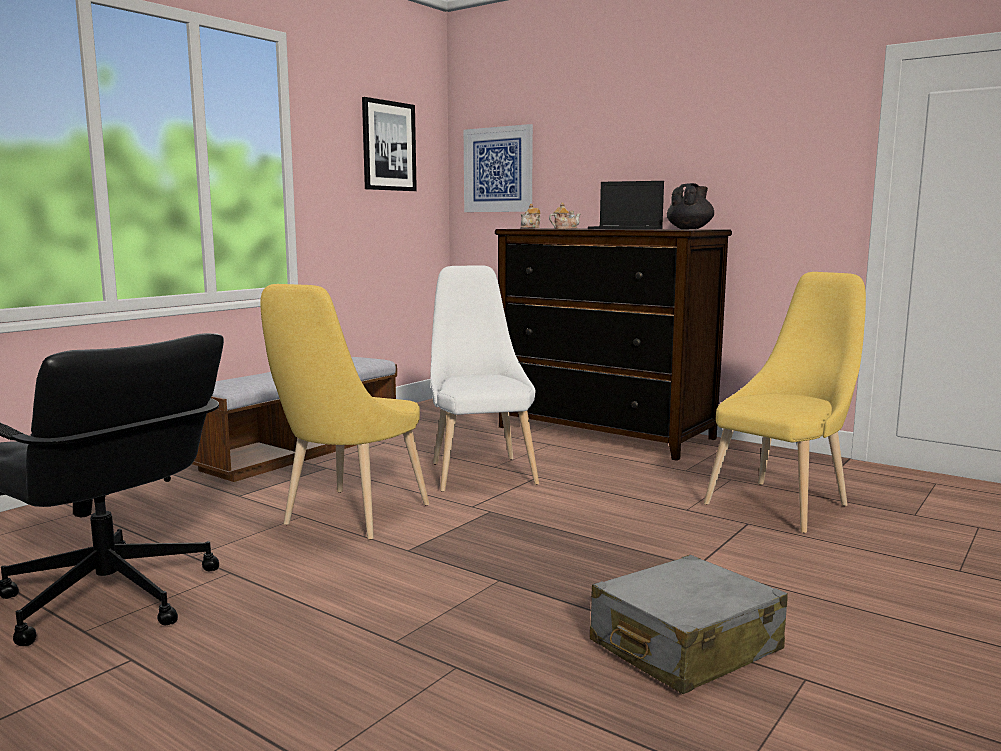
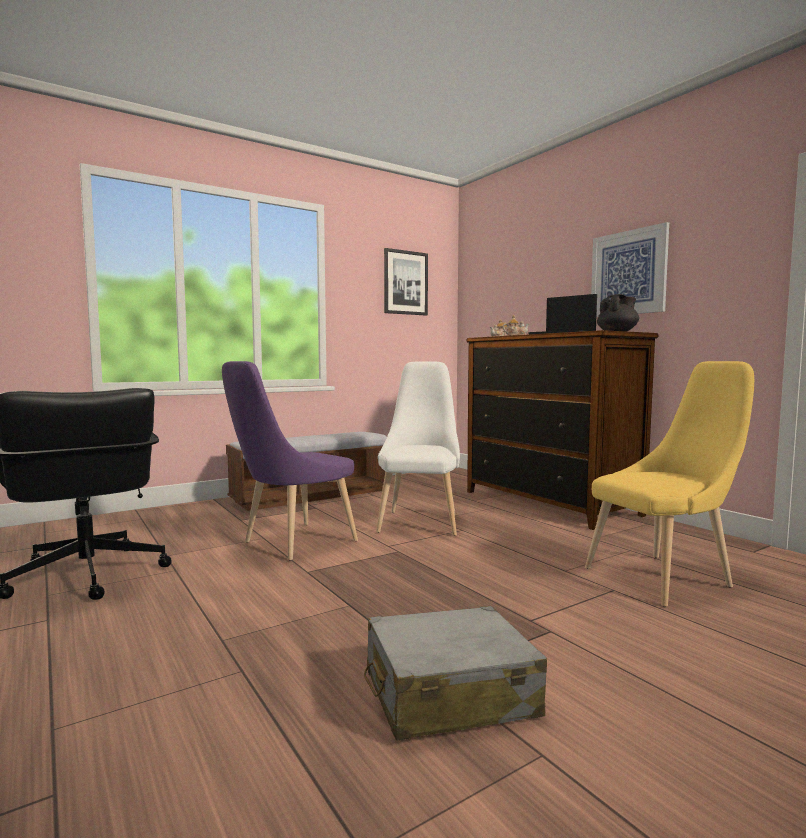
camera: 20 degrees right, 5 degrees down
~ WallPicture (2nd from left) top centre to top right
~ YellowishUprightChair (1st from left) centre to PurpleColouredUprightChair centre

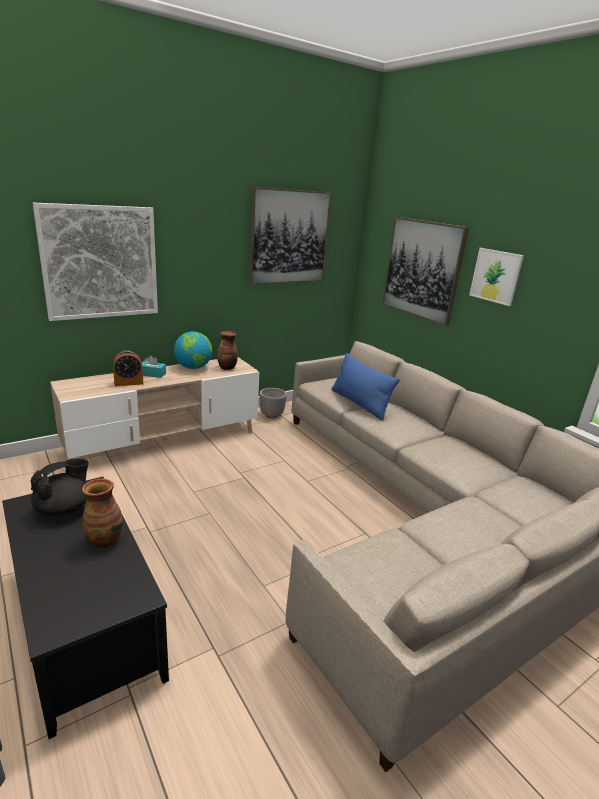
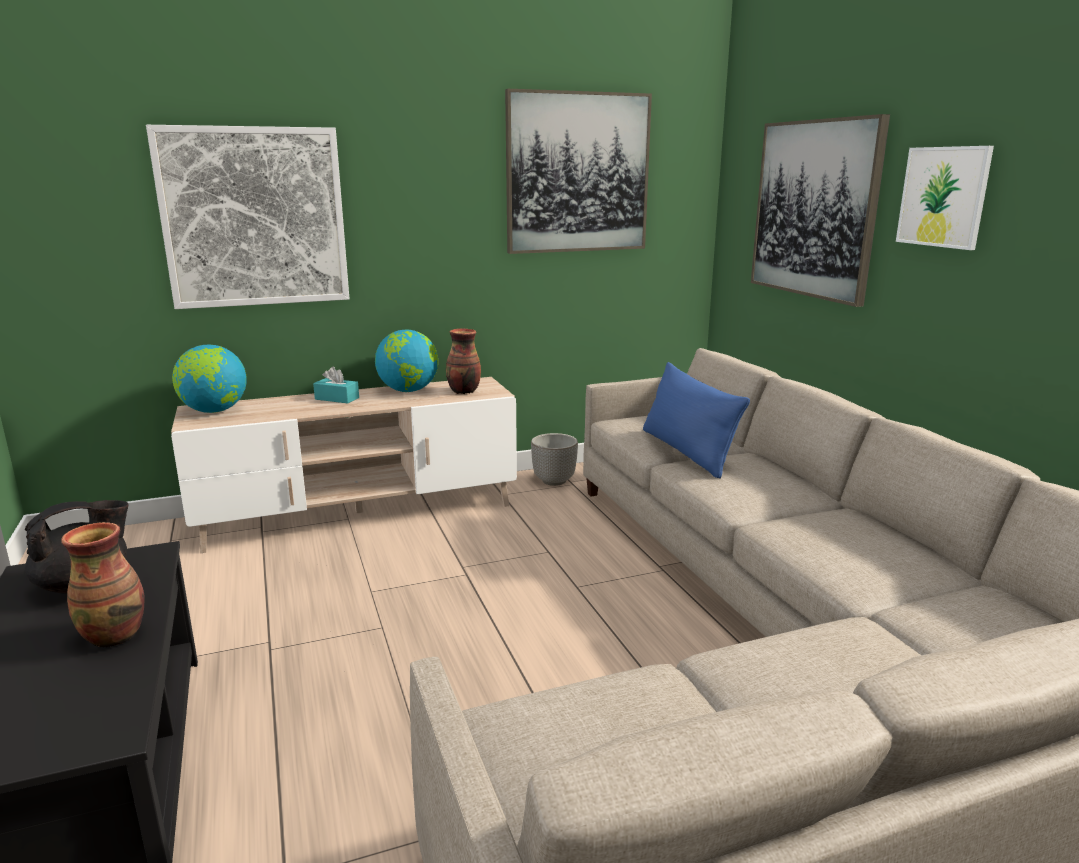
camera: 15 degrees right, 5 degrees down
- BedsideClock middle left
+ WorldGlobe (1st from left) middle left

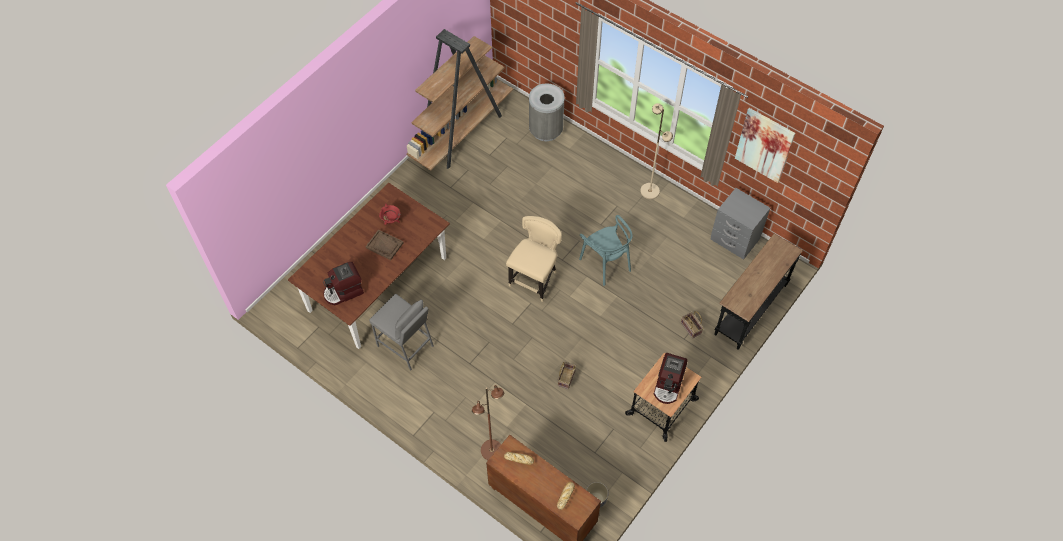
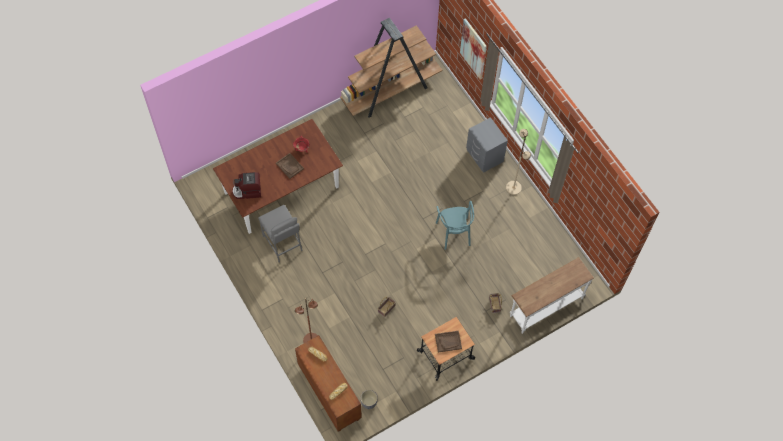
camera: 20 degrees right, 5 degrees up
- GrayTrashCan top centre
~ WallPicture top right to top centre
~ GrayNightstand middle right to top centre
- BeigeColouredUprightChair centre
~ BlackColouredConsoleTable middle right to WhiteColouredConsoleTable bottom right
~ CoffeeBrewer (2nd from left) bottom centre to BrownTray (2nd from left) bottom centre

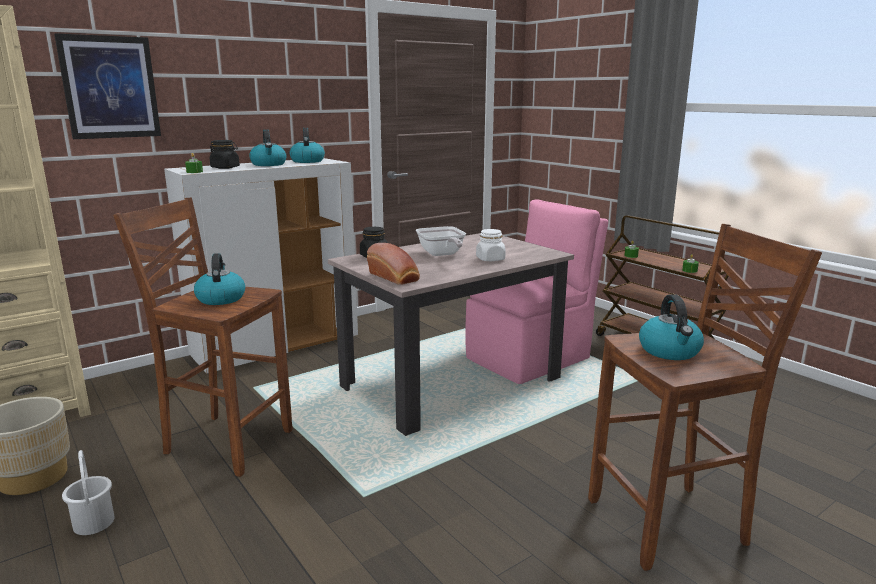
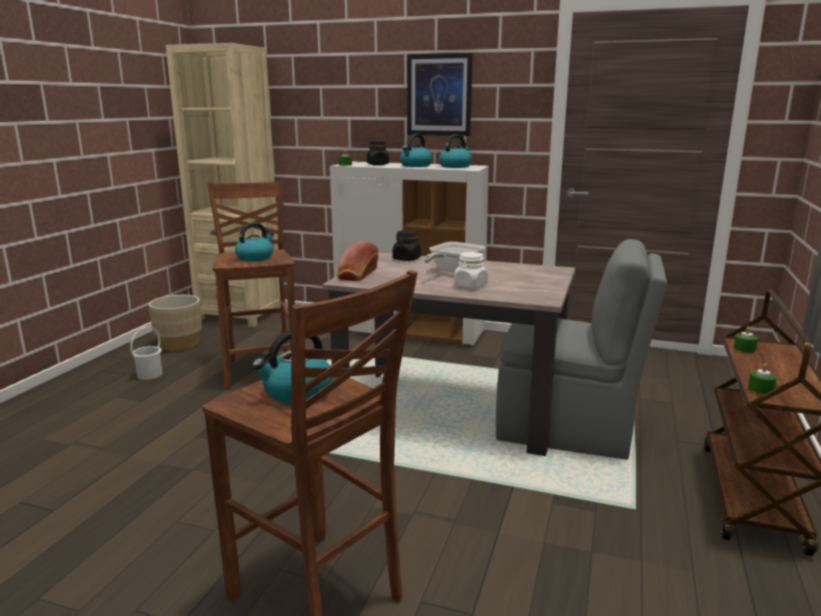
camera: 55 degrees right, 0 degrees up
~ WallPicture top left to top centre
~ PinkishUprightChair centre to GrayUprightChair middle right

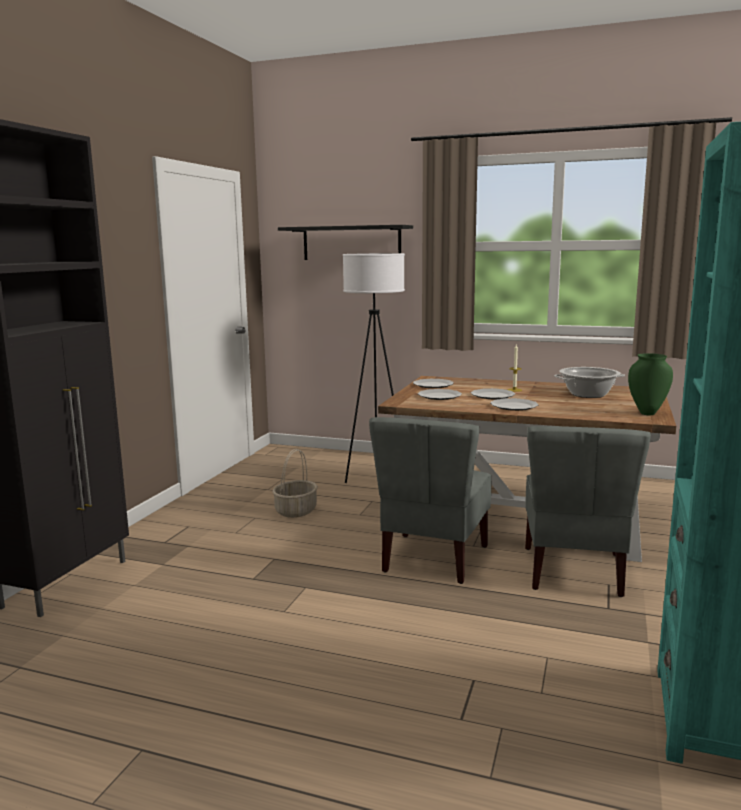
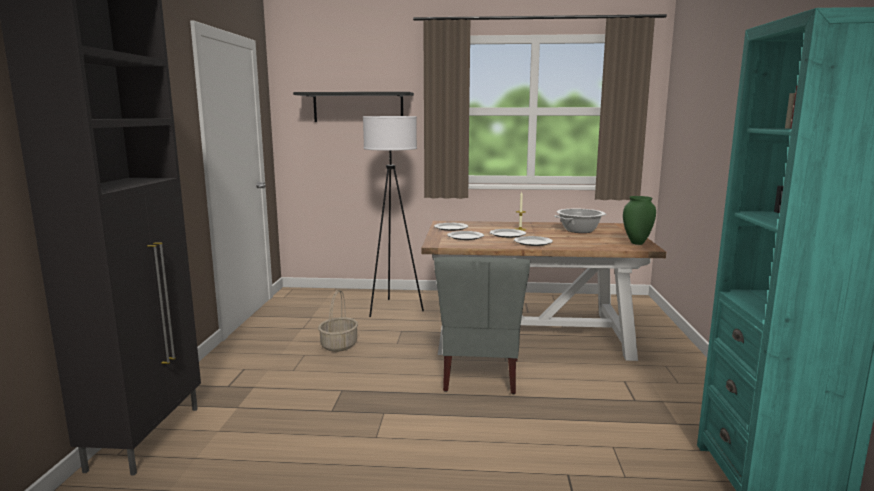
camera: 15 degrees left, 0 degrees up
- GrayUprightChair (2nd from left) middle right

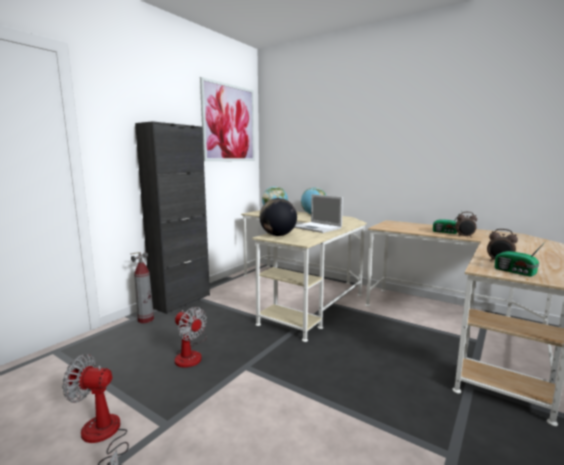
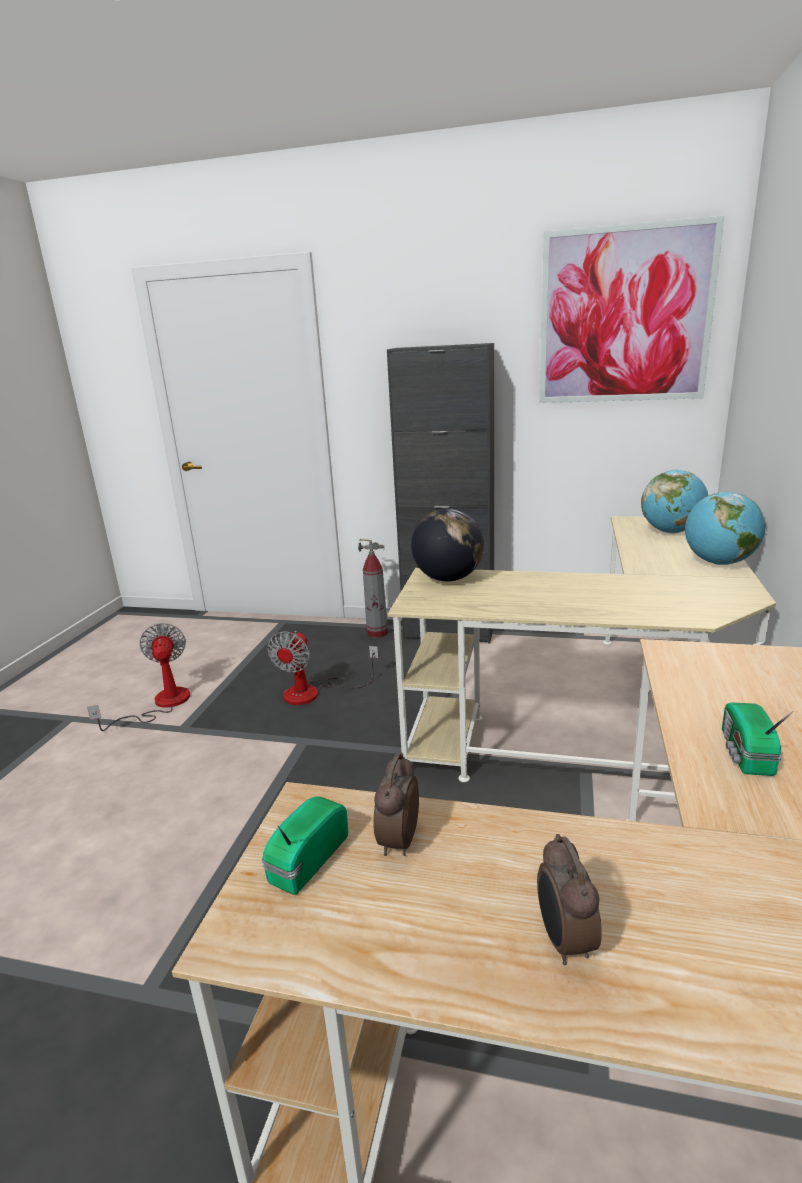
camera: 70 degrees right, 10 degrees up
- PortableComputer centre
~ BedsideClock (1st from left in the first image) middle right to BedsideClock (2nd from left) bottom right

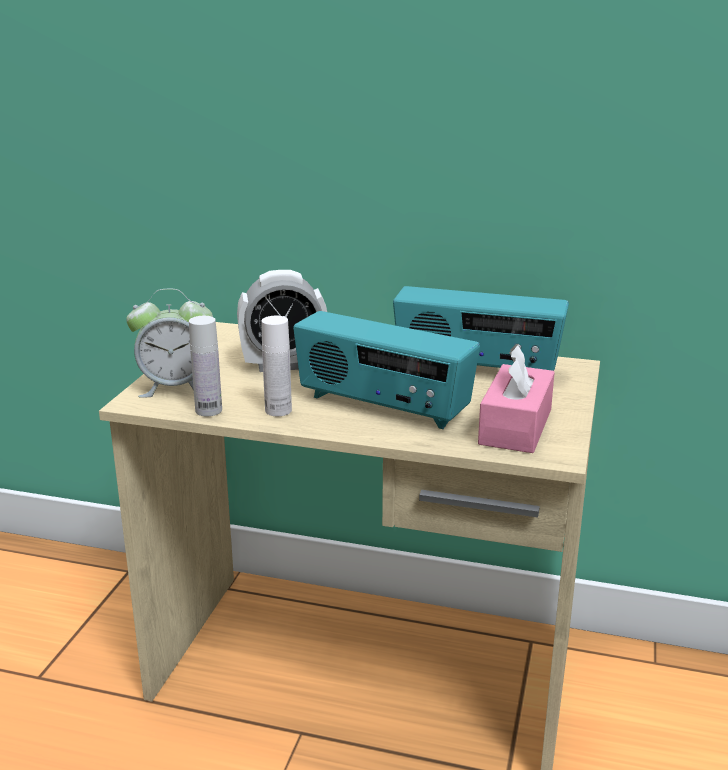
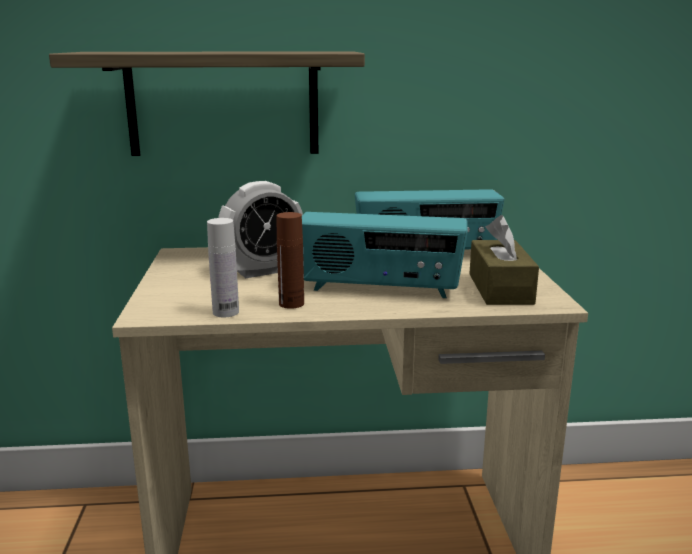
camera: 20 degrees left, 5 degrees down
- BedsideClock (1st from left) middle left
~ WhiteColouredBottle (2nd from left) centre to BrownBottle centre
~ PinkishBoxOfTissues middle right to BrownBoxOfTissues middle right
+ BracketShelf top left

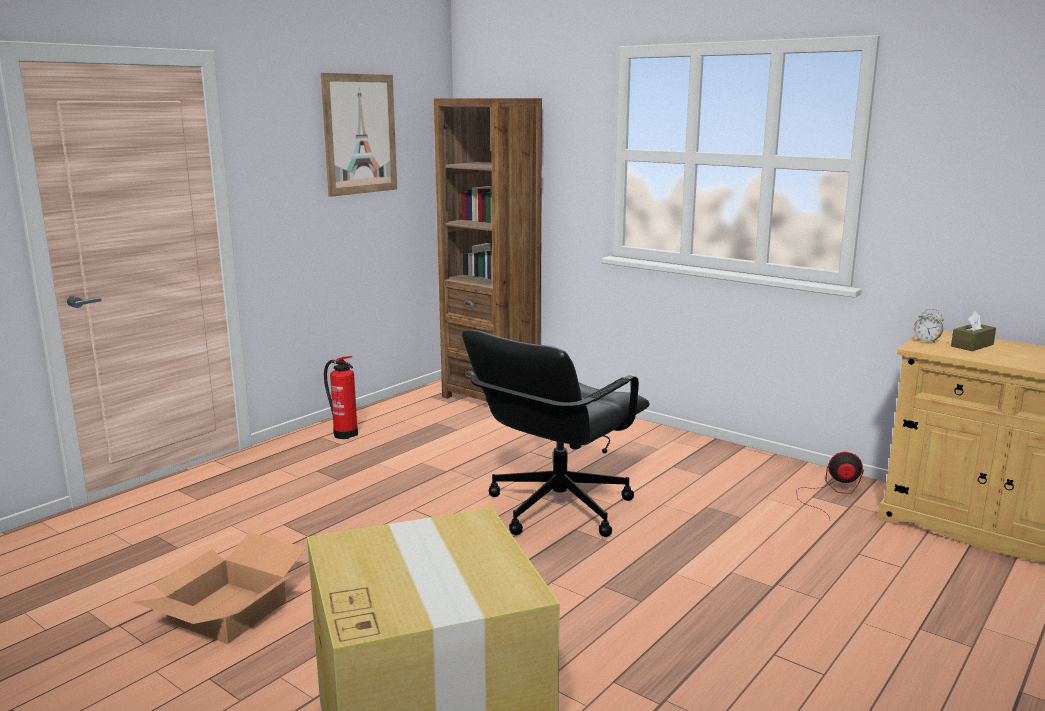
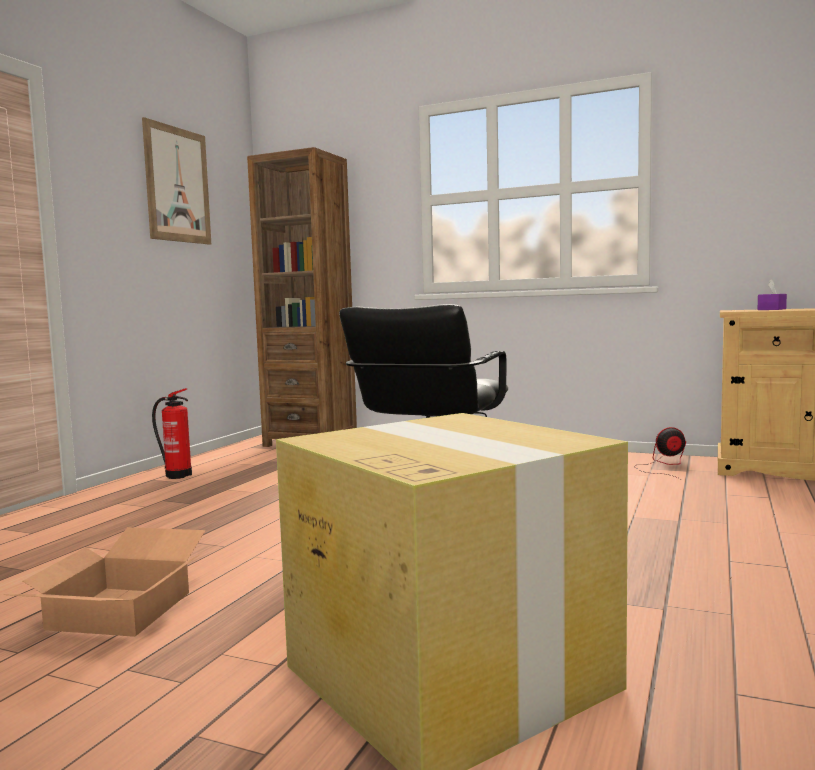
camera: 15 degrees left, 10 degrees down
- BedsideClock middle right
~ BrownBoxOfTissues middle right to PurpleColouredBoxOfTissues middle right

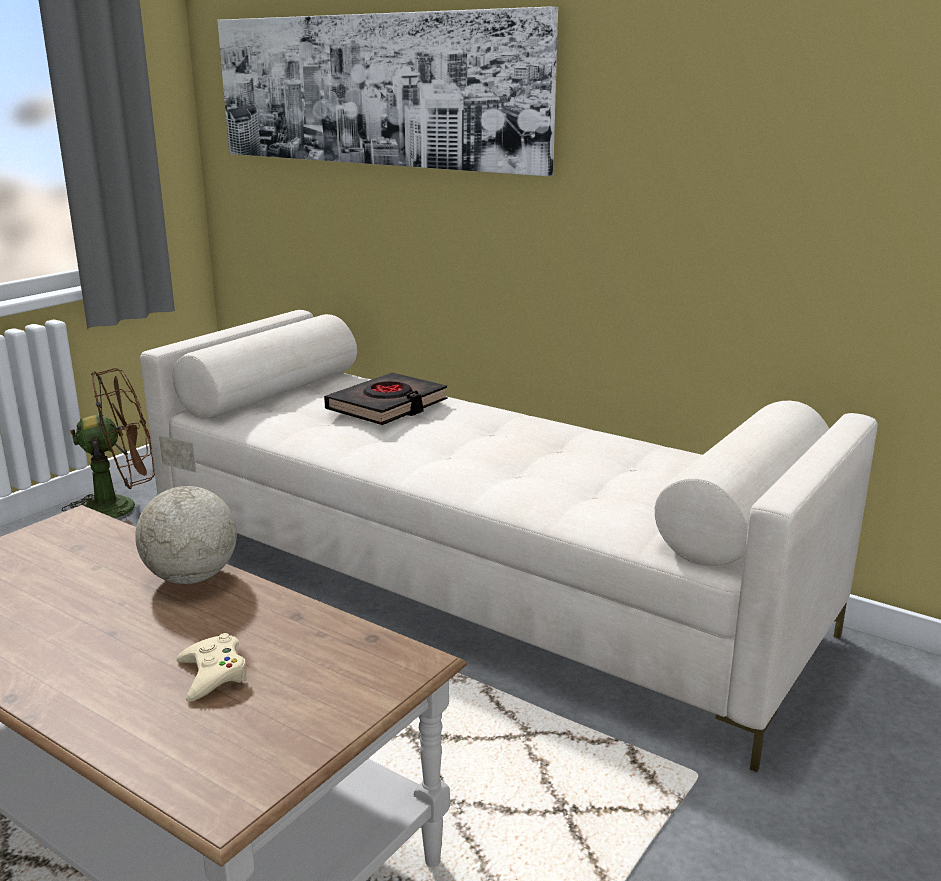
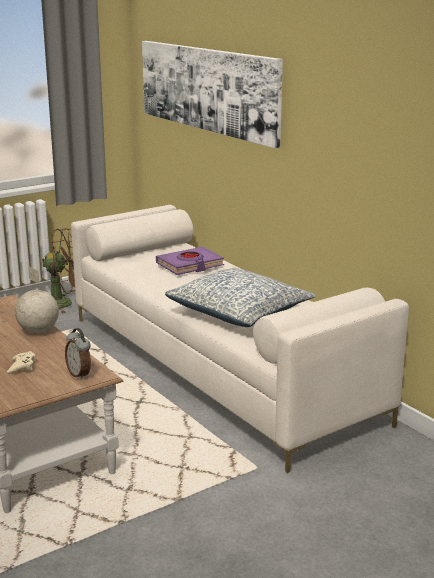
camera: 20 degrees right, 0 degrees up
~ BlackColouredBook centre to PurpleColouredBook centre
+ Pillow centre
+ BedsideClock middle left

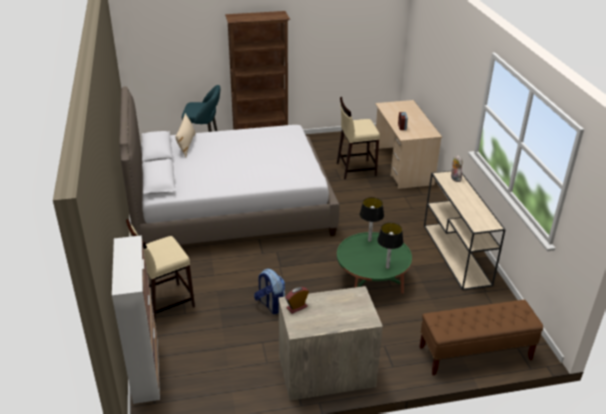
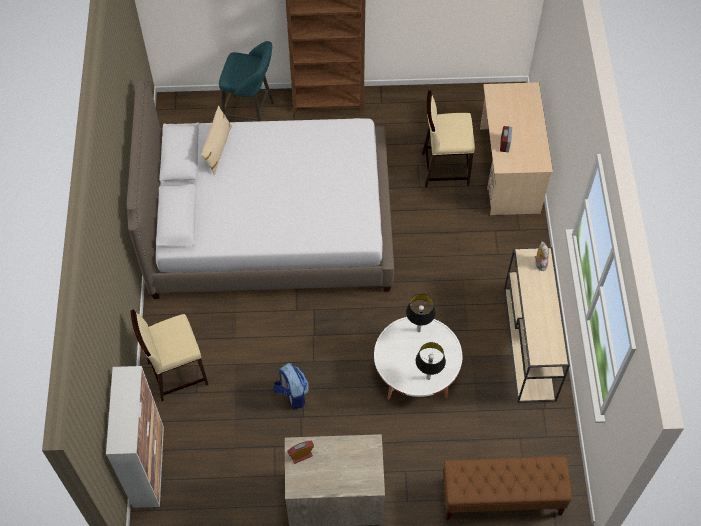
camera: 10 degrees right, 25 degrees up
~ GreenColouredCoffeeTable centre to WhiteColouredCoffeeTable bottom centre

